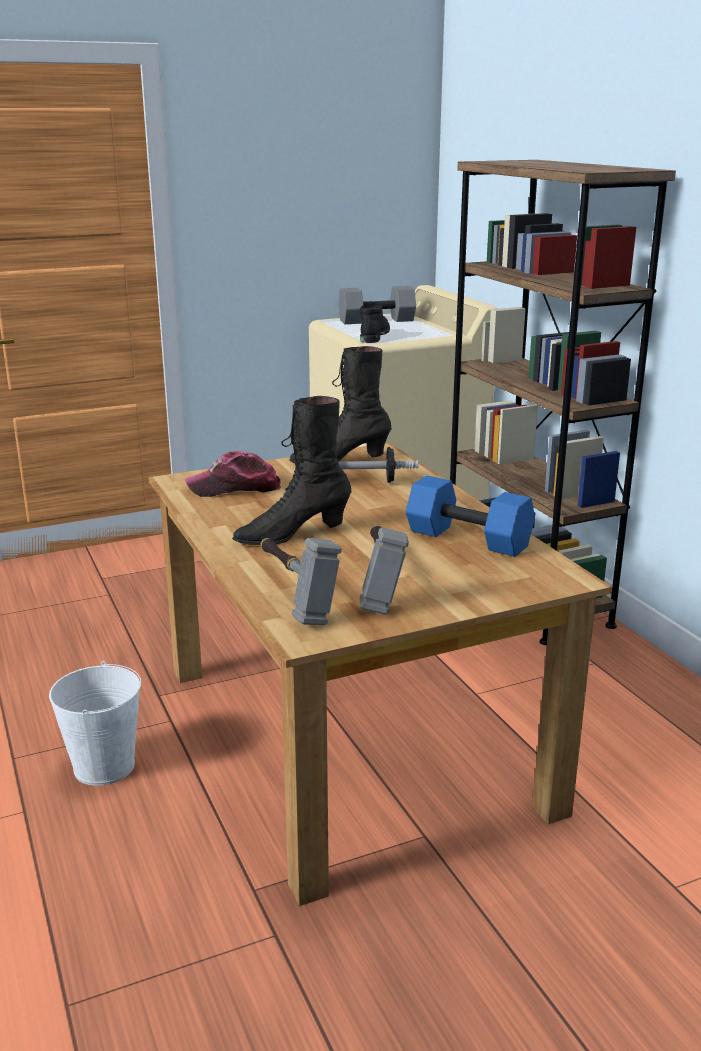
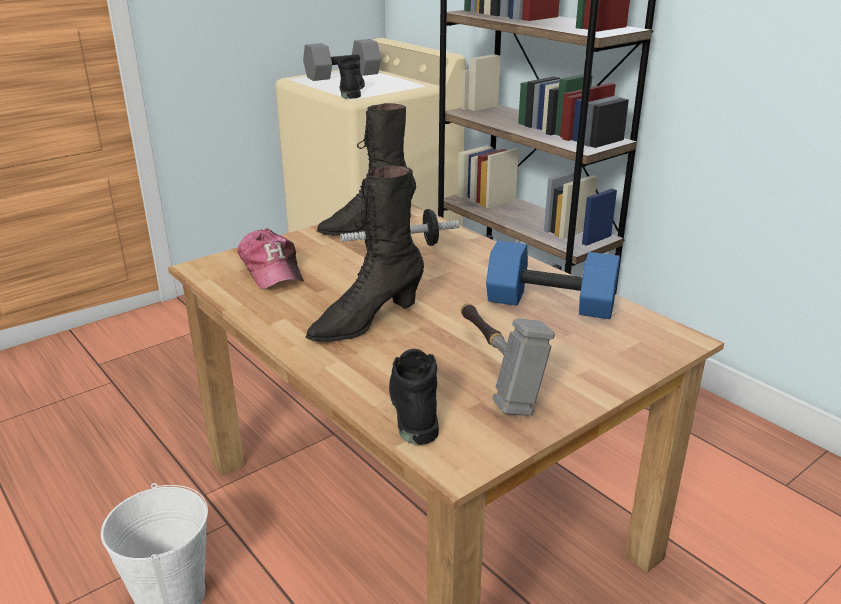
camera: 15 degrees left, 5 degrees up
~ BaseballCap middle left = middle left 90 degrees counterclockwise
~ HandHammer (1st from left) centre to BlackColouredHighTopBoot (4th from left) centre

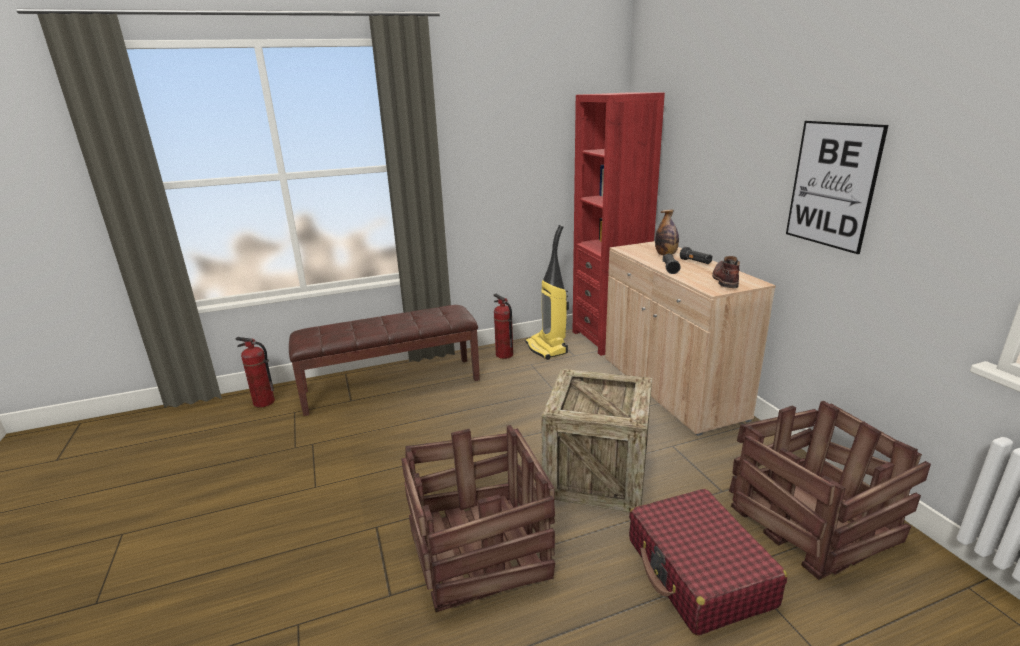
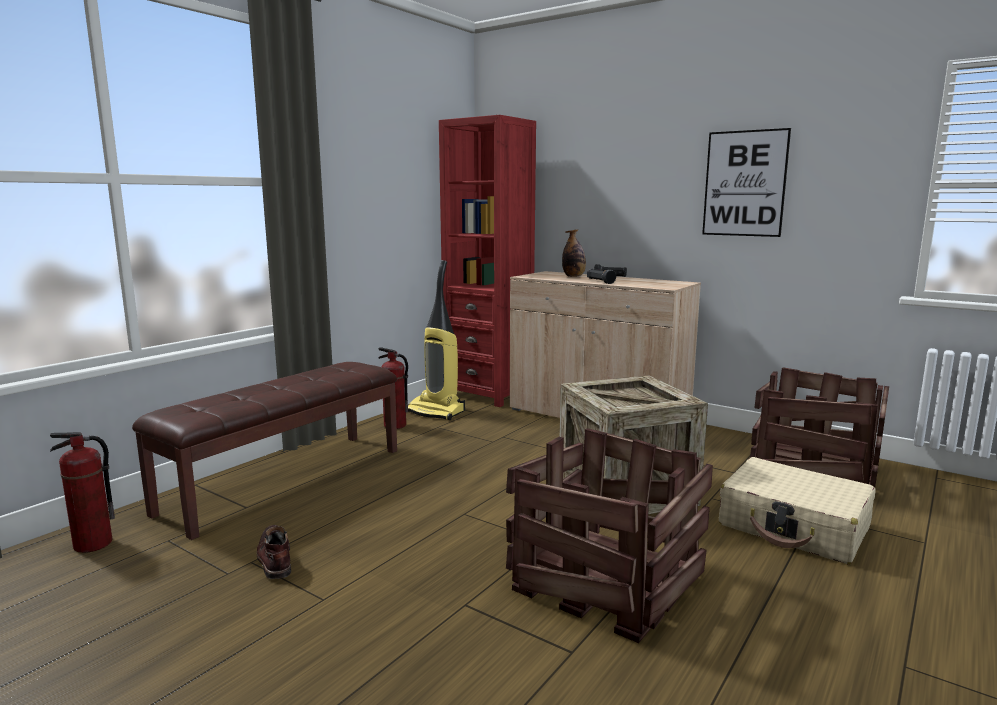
camera: 35 degrees left, 10 degrees down
~ BrownHighTopBoot middle right to bottom left
~ RedColouredTravelCase bottom right to BeigeColouredTravelCase bottom right

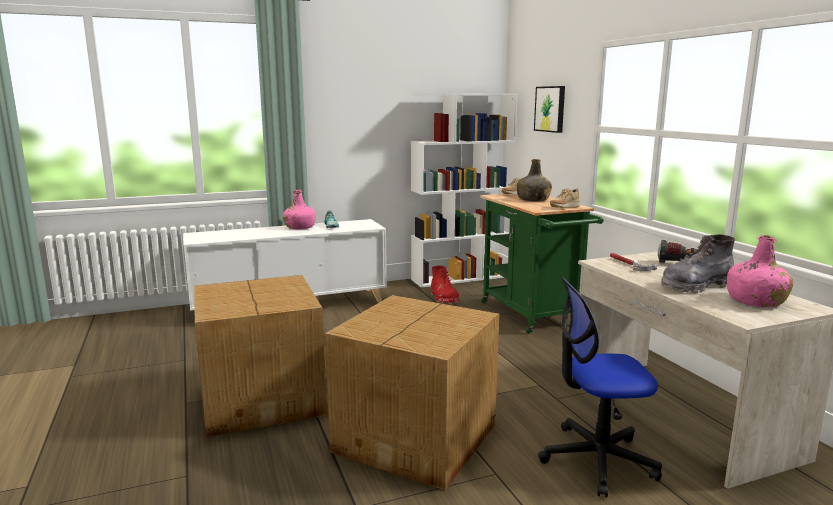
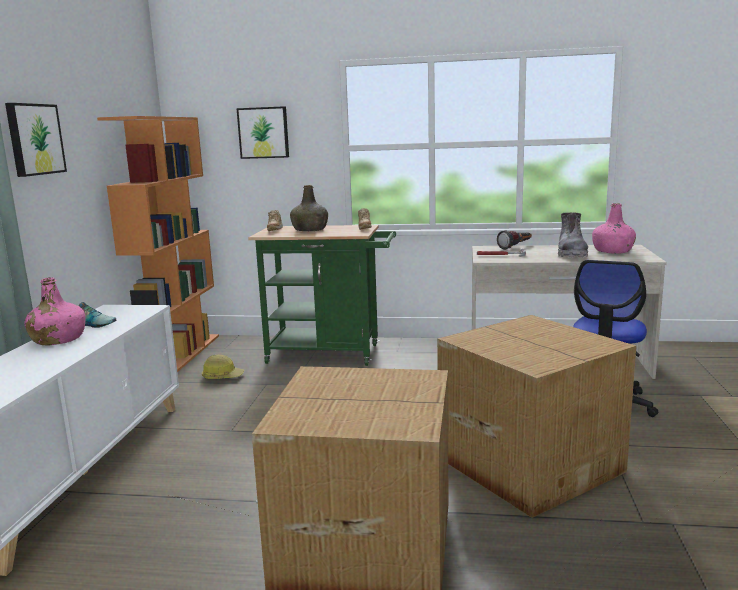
camera: 60 degrees left, 0 degrees up
~ WhiteColouredBookcase centre to OrangeyBookcase middle left
~ RedColouredHighTopBoot centre to HardHat middle left
+ WallPicture (1st from left) top left

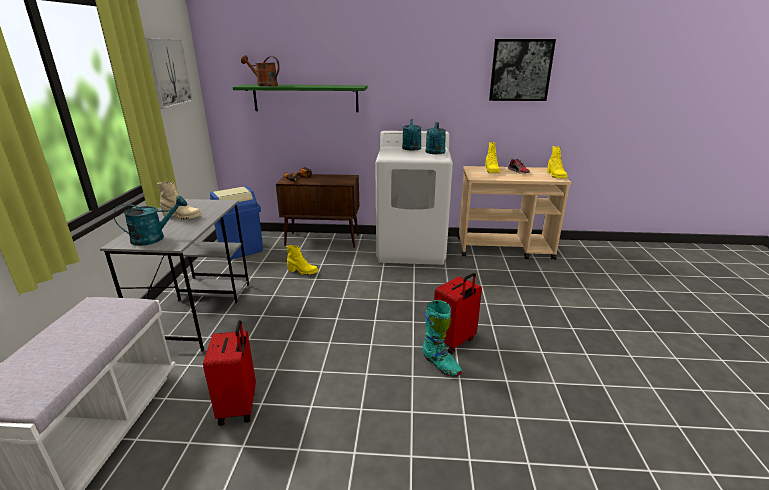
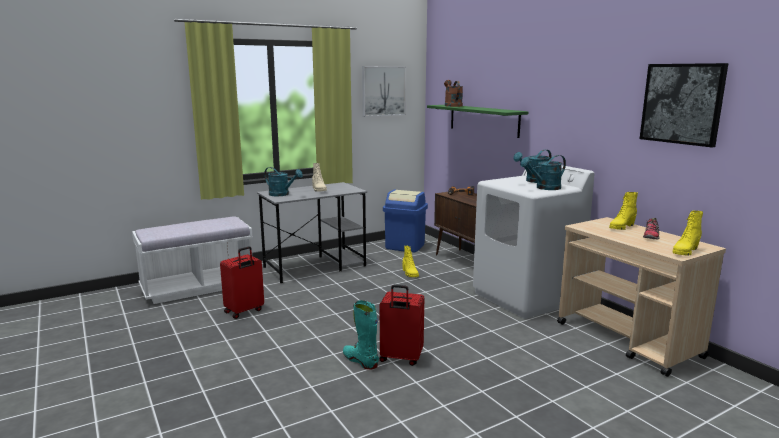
camera: 55 degrees right, 10 degrees down
~ TurquoiseColouredHighTopBoot bottom centre = bottom centre 120 degrees clockwise

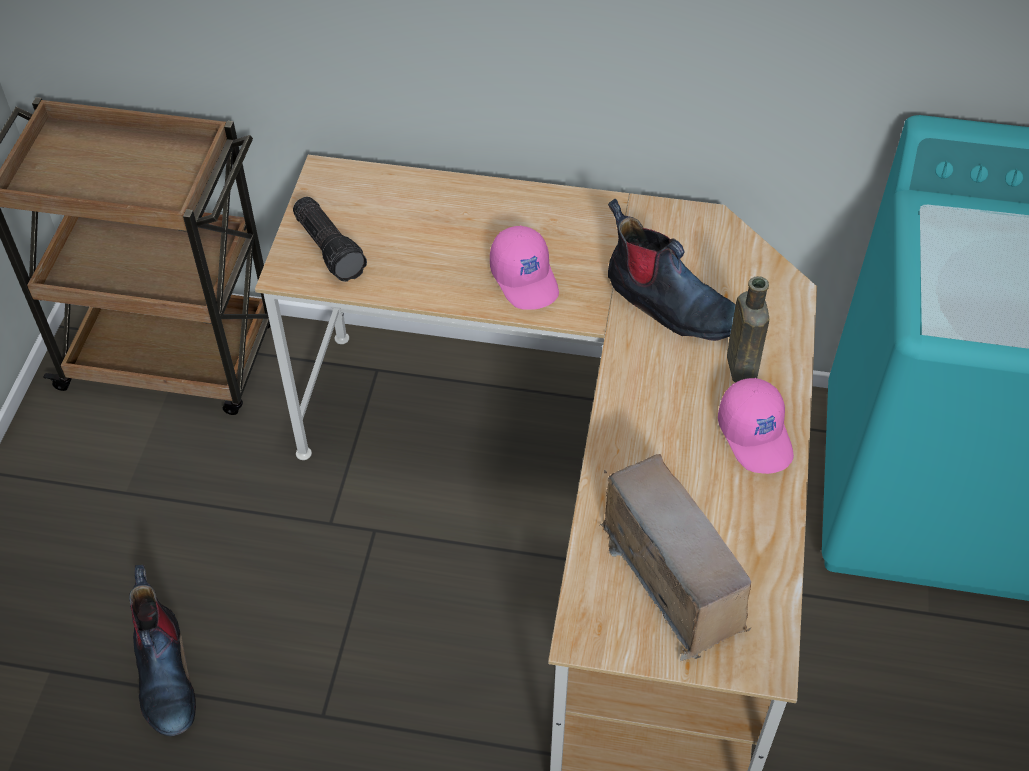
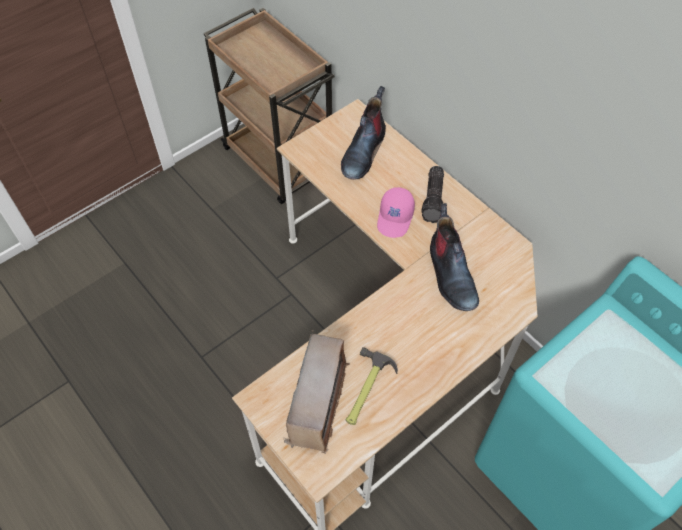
camera: 40 degrees right, 5 degrees up
~ Flashlight top left to centre
- BrownBottle middle right
- PinkishBaseballCap (2nd from left) middle right
~ HighTopBoot (1st from left) bottom left to top centre
+ HandHammer bottom centre

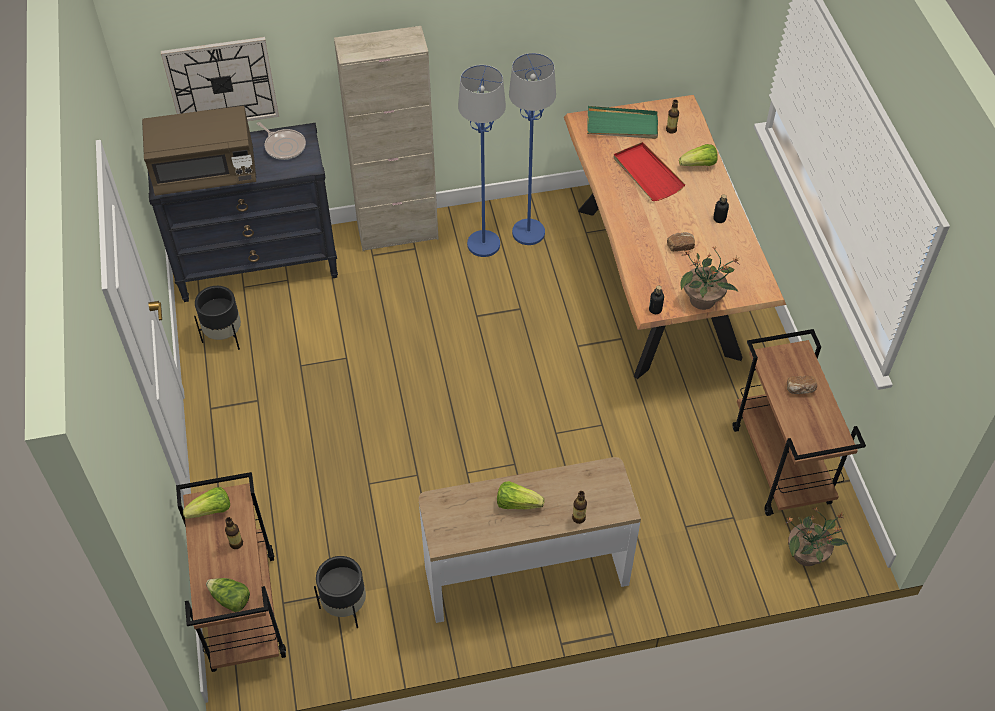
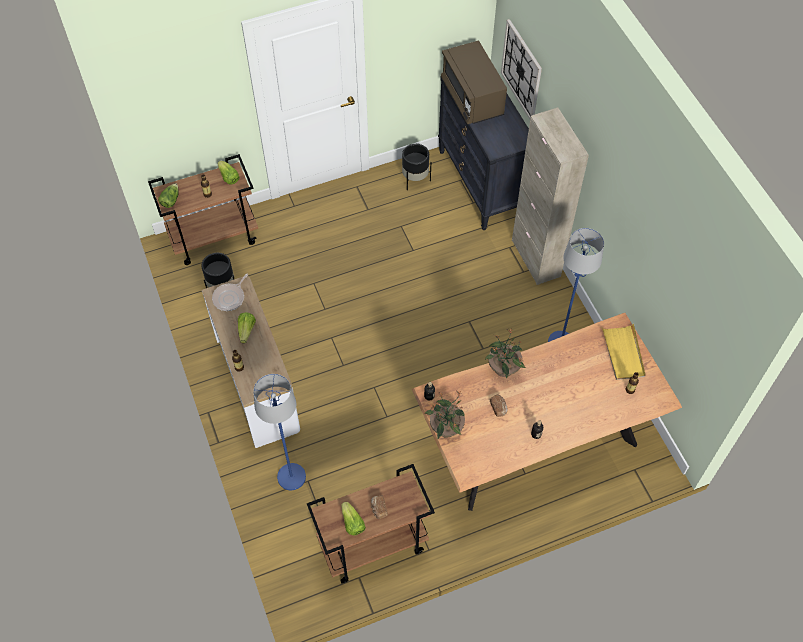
camera: 80 degrees right, 5 degrees up
~ BlueStandingLamp (1st from left) top centre to bottom centre
~ GreenColouredTray top centre to YellowishTray middle right
~ Skillet top left to middle left
- RedColouredTray top centre
~ LettuceHead (4th from left) top right to bottom centre
~ PottedPlant (2nd from left) bottom right to centre

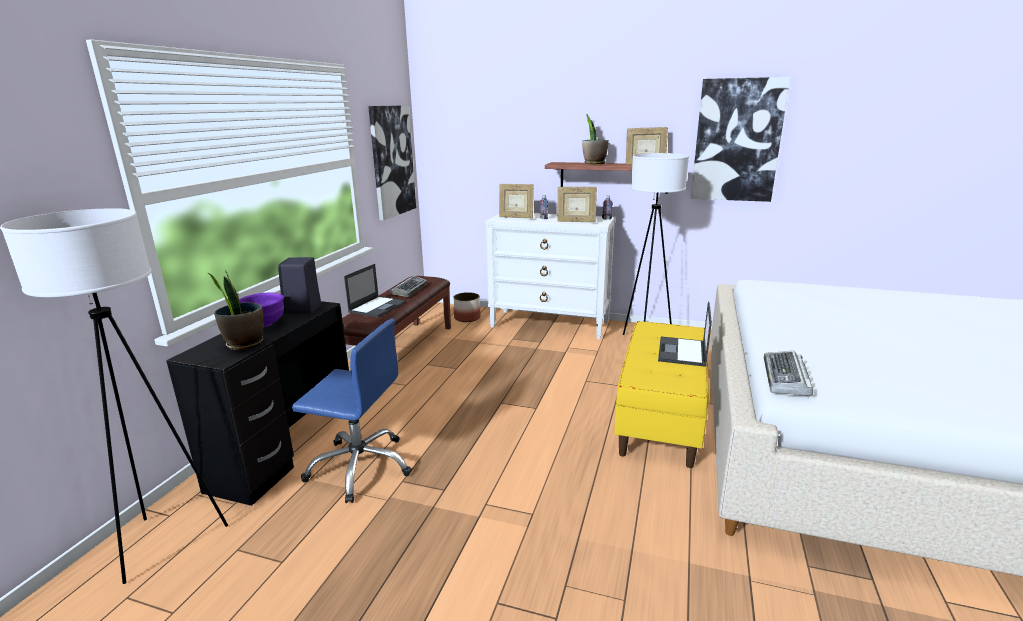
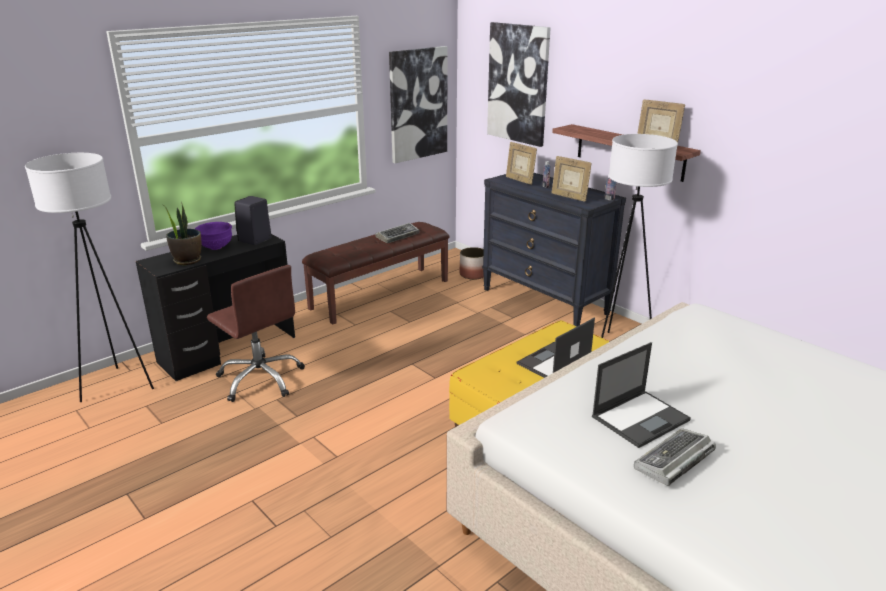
camera: 30 degrees right, 5 degrees up
~ WallPicture (2nd from left) top right to top centre
- PottedPlant (2nd from left) top centre
~ WhiteColouredDrawerChest centre to BlackColouredDrawerChest centre
~ PortableComputer (1st from left in the first image) centre to PortableComputer (2nd from left) bottom right
~ BlueOfficeChair centre to BrownOfficeChair middle left
~ ComputerKeyboard (2nd from left) middle right to bottom right

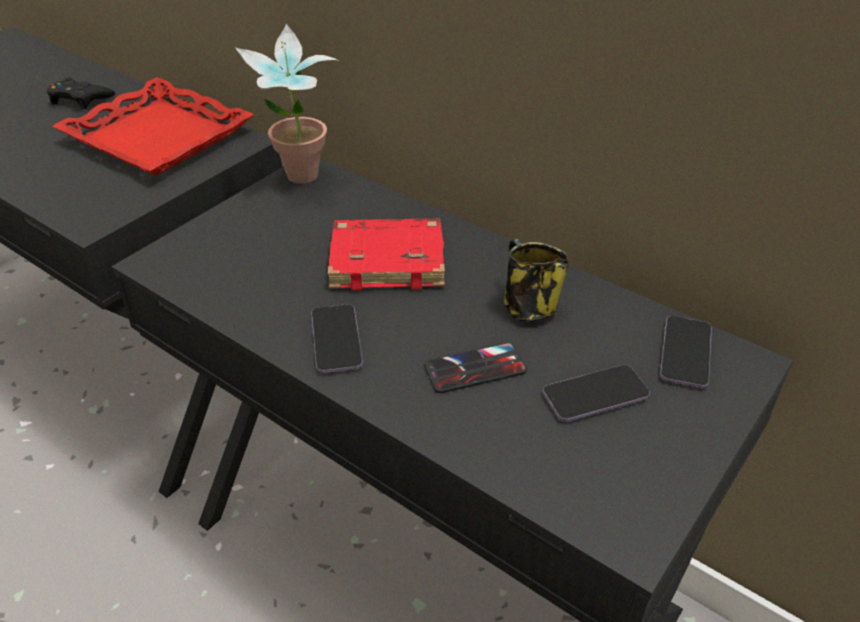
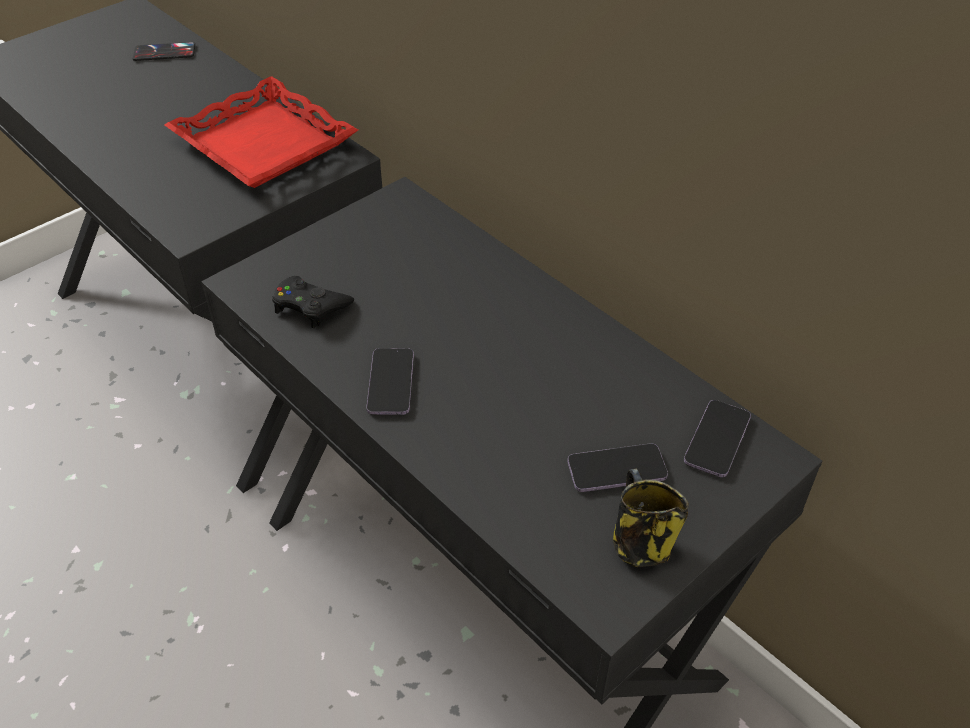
camera: 10 degrees right, 5 degrees up
- PottedPlant top centre
~ BlackColouredGameController top left to middle left
- RedColouredBook centre
~ CoffeeMug centre to bottom right
~ Telephone (2nd from left in the first image) centre to Telephone (1st from left) top left

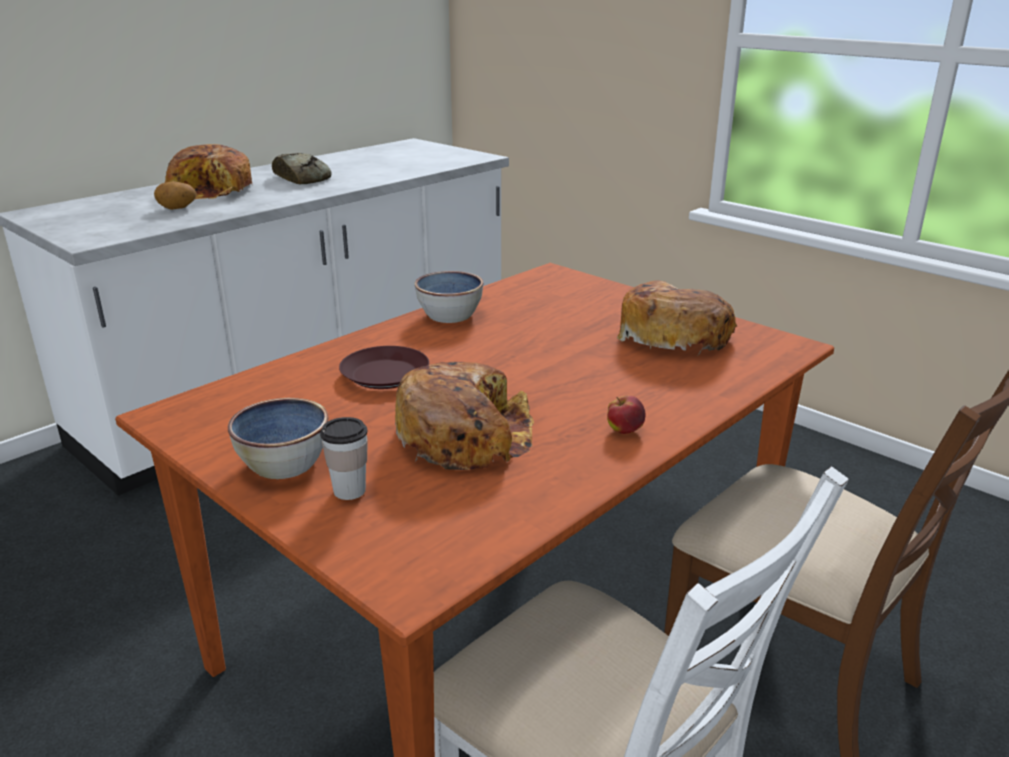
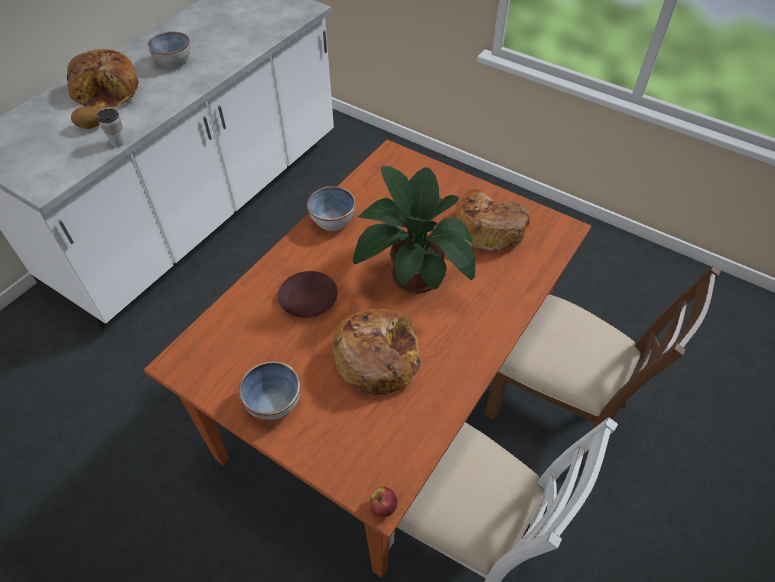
camera: 10 degrees left, 25 degrees up
~ BakedBread (2nd from left) top left to DeepDish (1st from left) top left
~ Apple centre to bottom centre
~ SmallCup centre to top left
+ PottedPlant centre

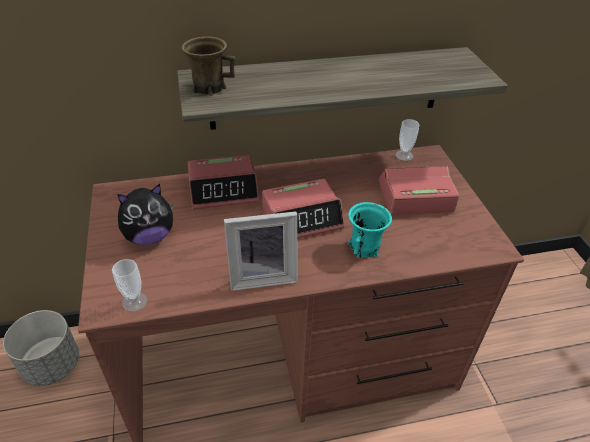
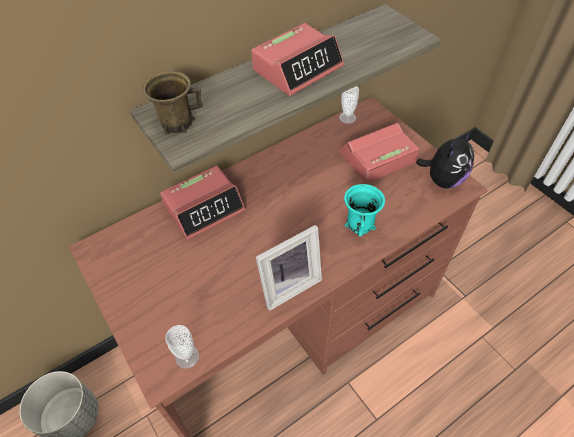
camera: 20 degrees left, 10 degrees up
~ BedsideClock (2nd from left) centre to top centre
~ CuddlyToy middle left to middle right

